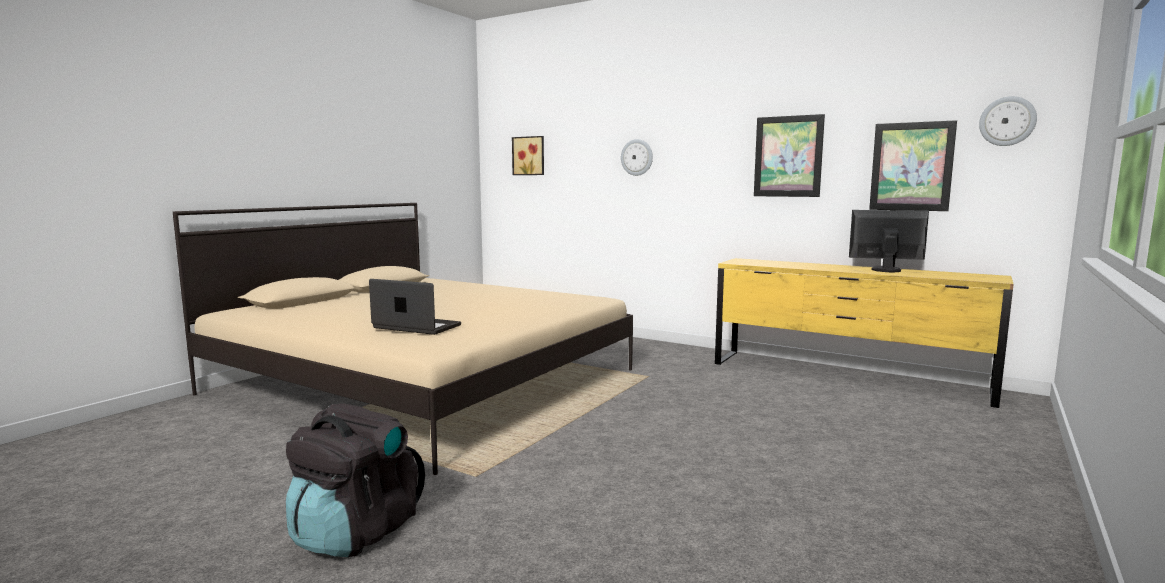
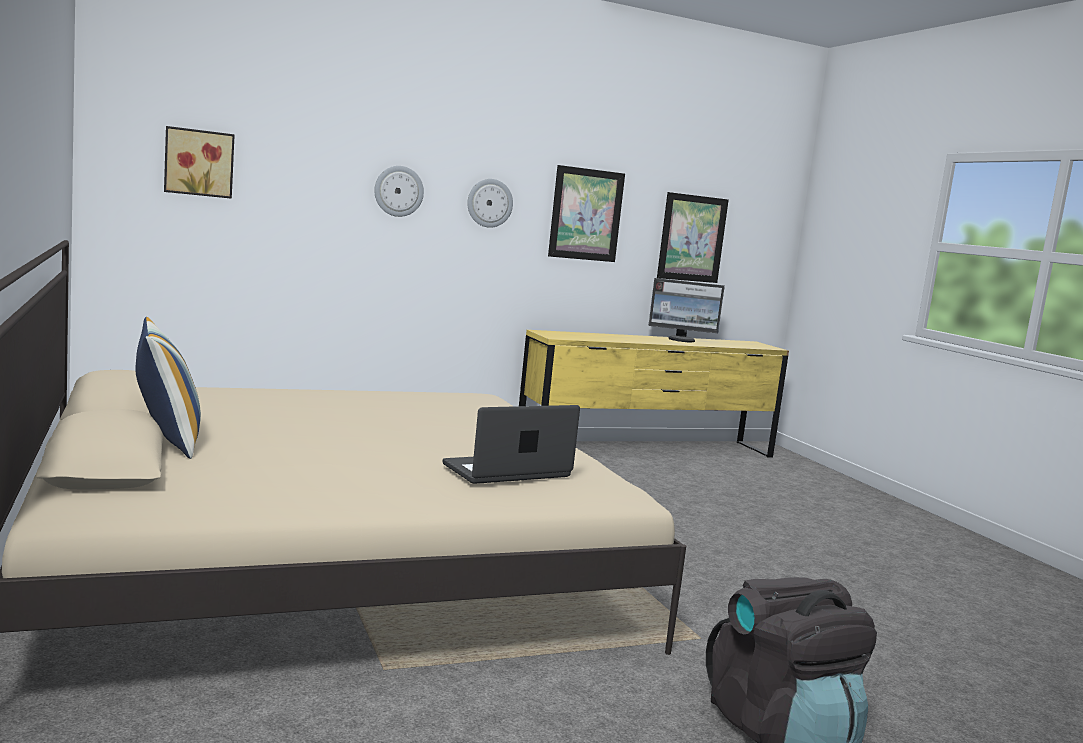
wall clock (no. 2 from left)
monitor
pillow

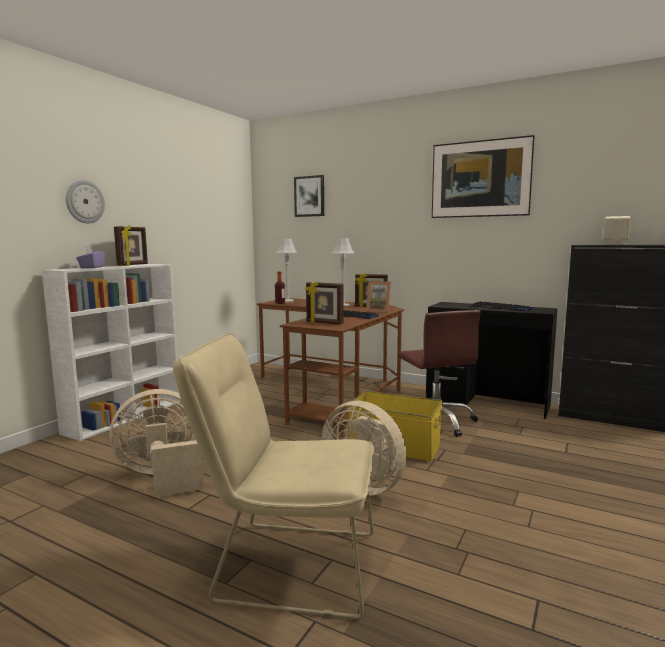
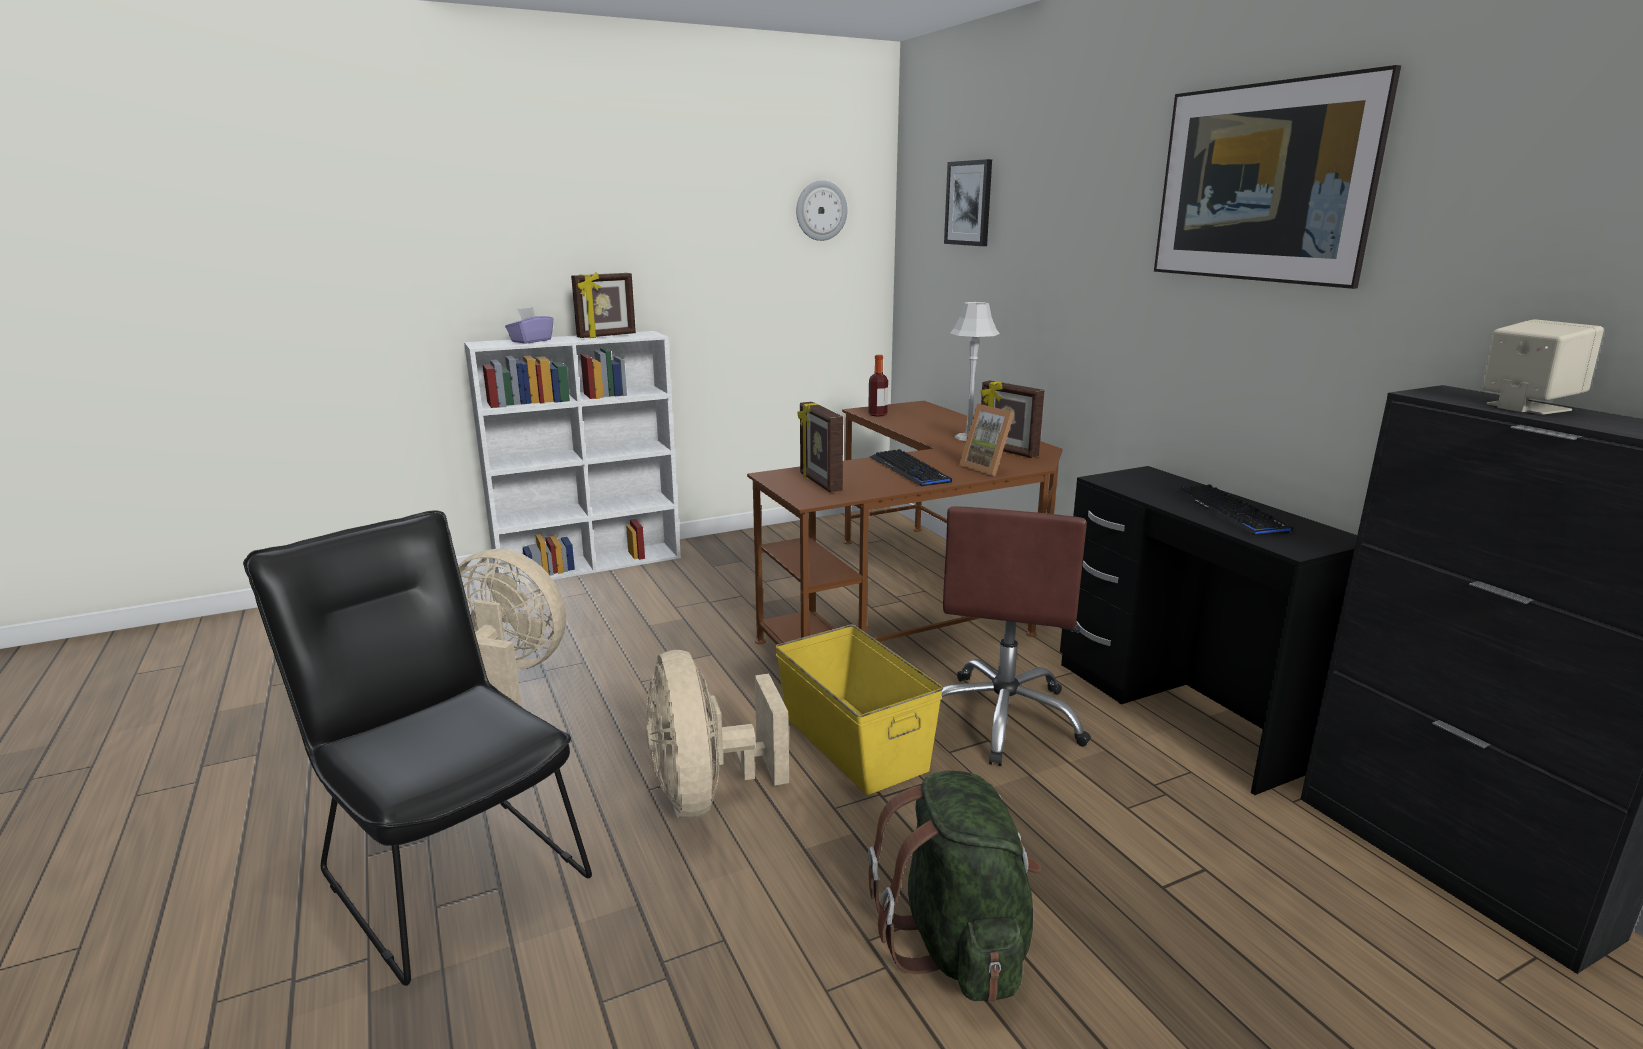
wall clock
table lamp (grey) (no. 1 from left in the first image)
chair (black)
backpack (green)

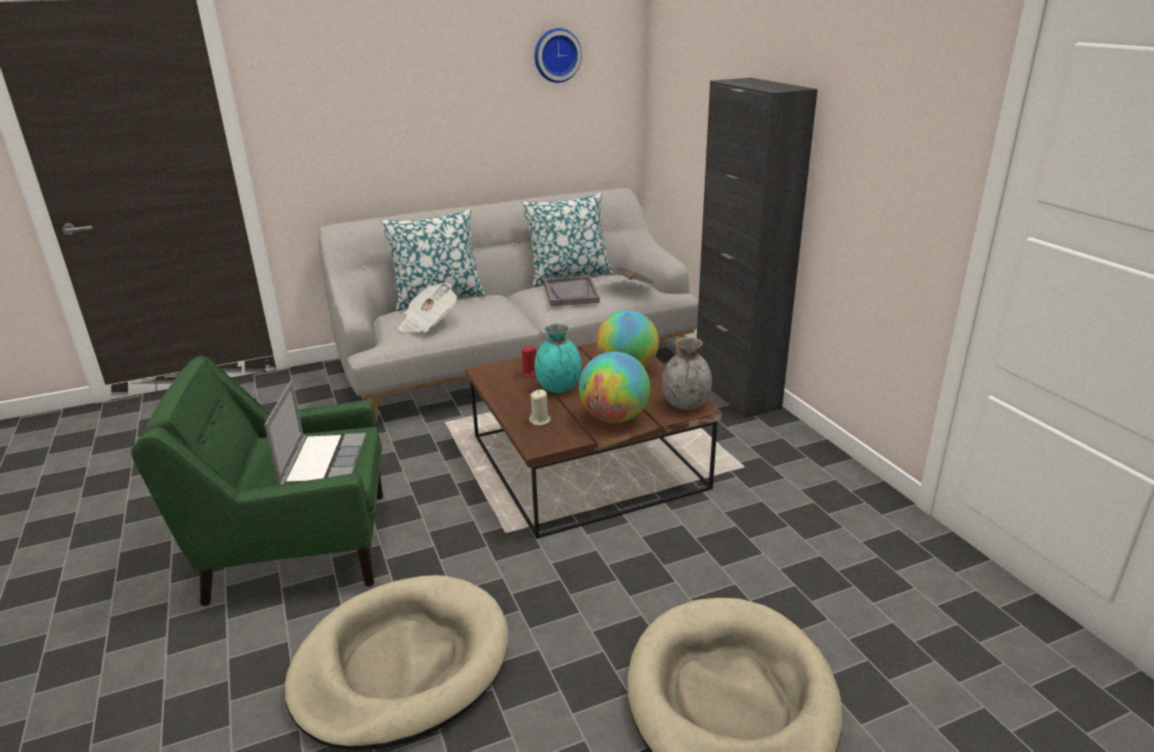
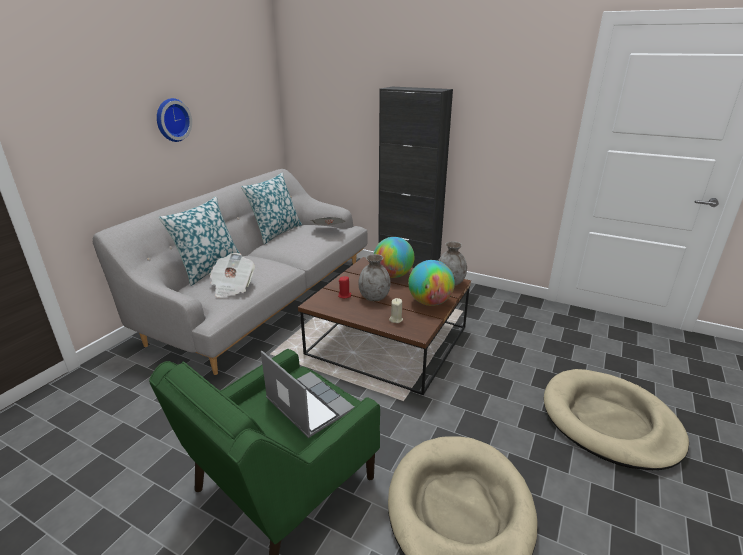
wall clock
tray (grey)
vase (grey) (no. 1 from left)

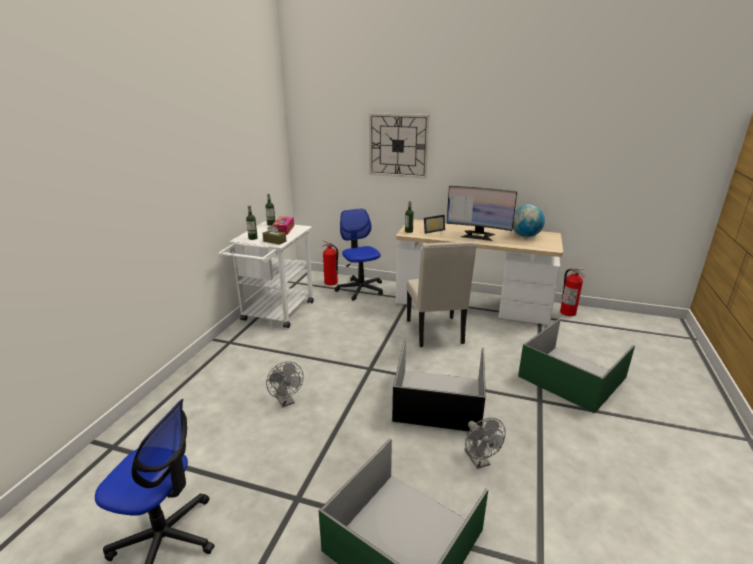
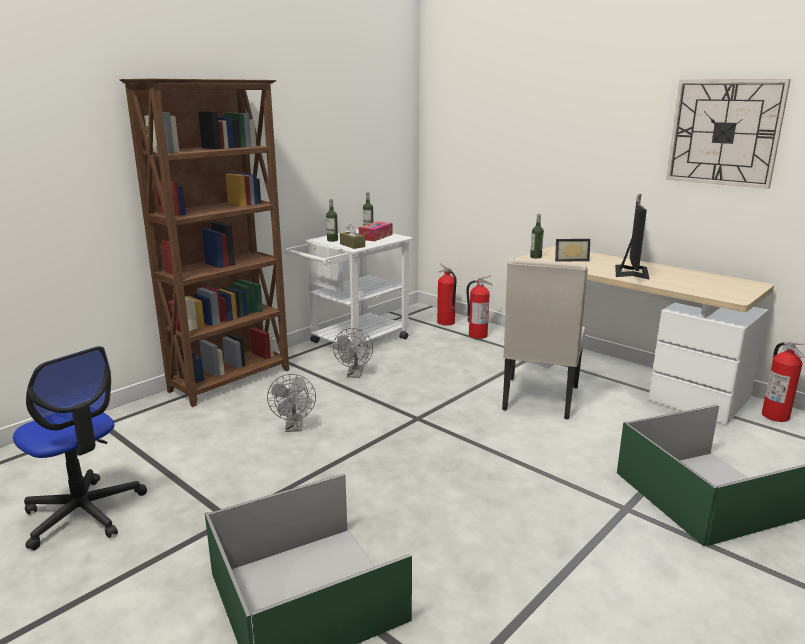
wall clock
monitor
globe
fire extinguisher (no. 2 from left)
storage box (black)
fan (grey) (no. 2 from left)
bookcase (brown)

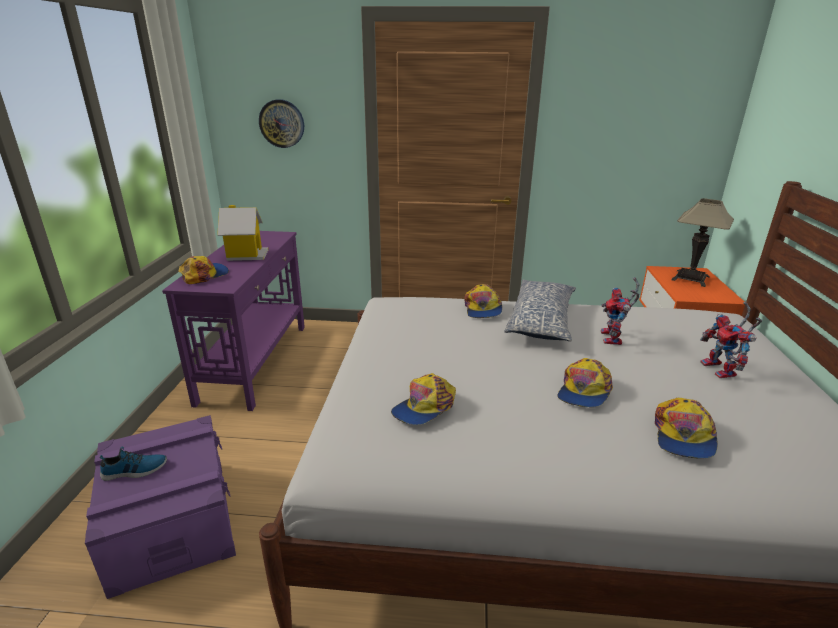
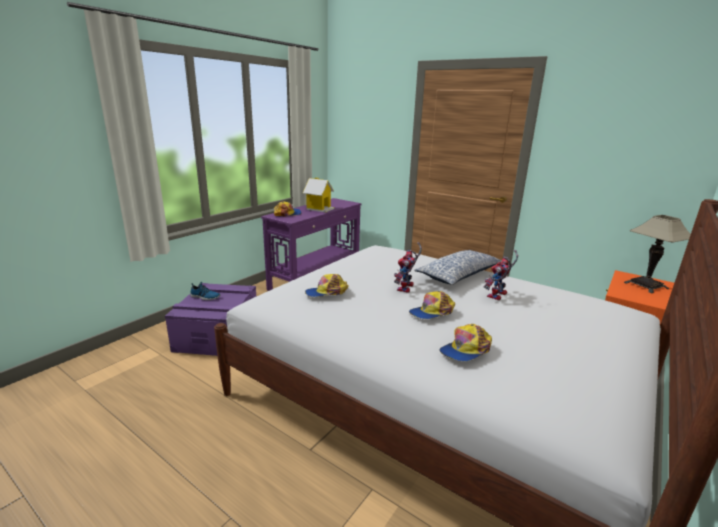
wall clock
cap (no. 3 from left in the first image)
toy robot (no. 1 from left)

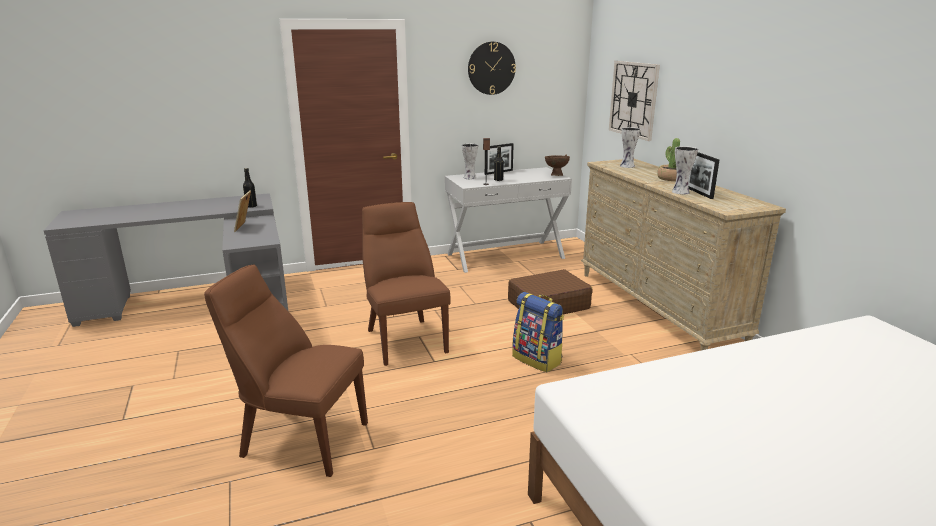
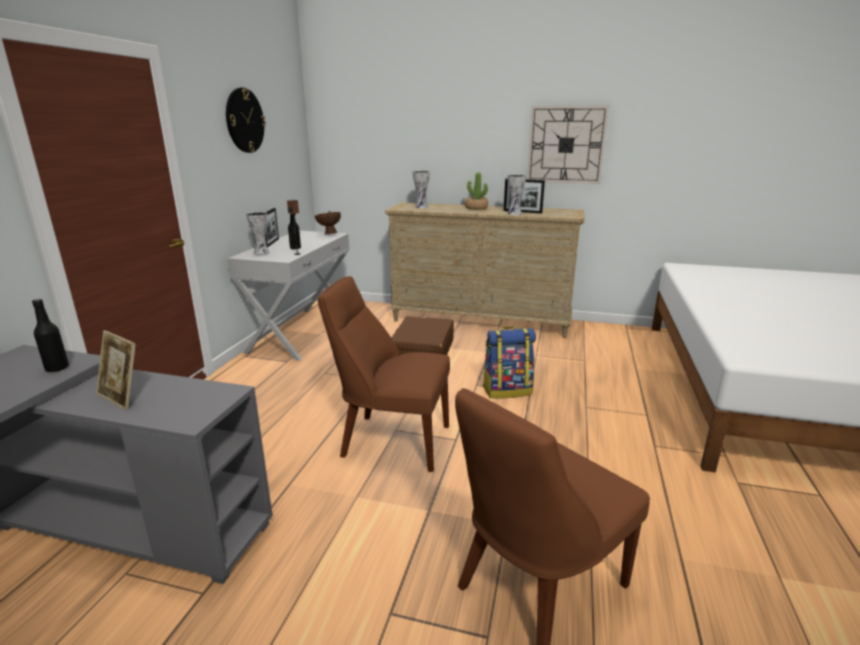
wall clock (no. 2 from left)

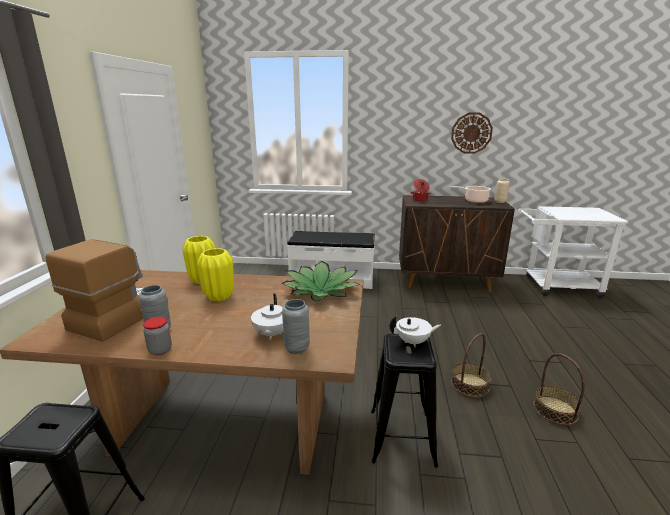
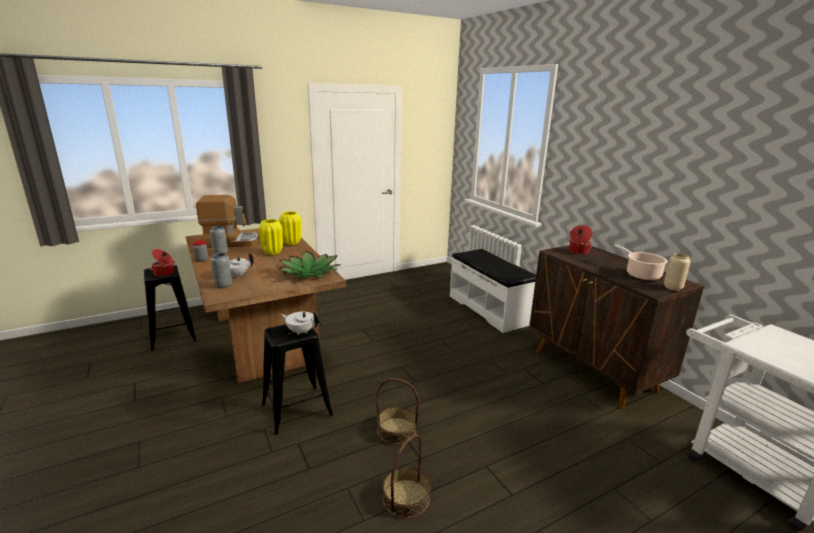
wall clock
teapot (white) (no. 2 from left)
cooking pot (no. 1 from left)

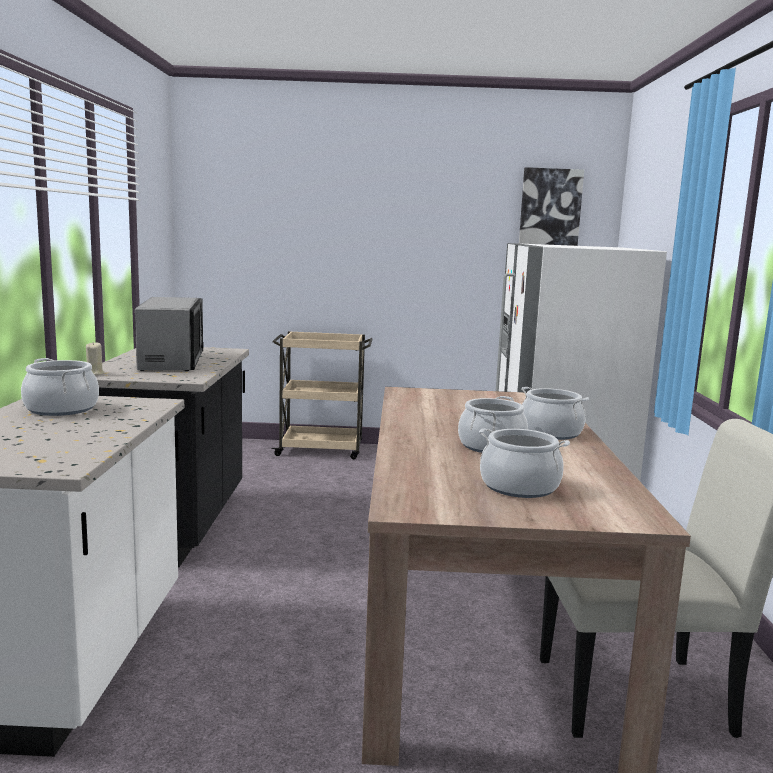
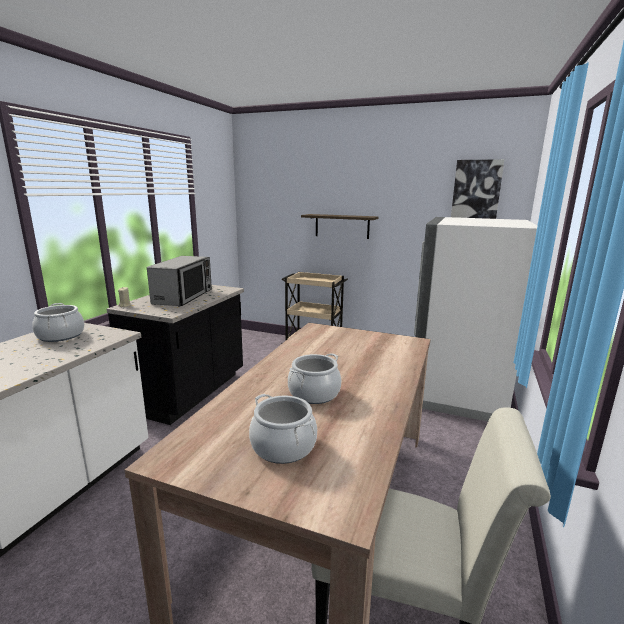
cooking pot (no. 4 from left in the first image)
shelf

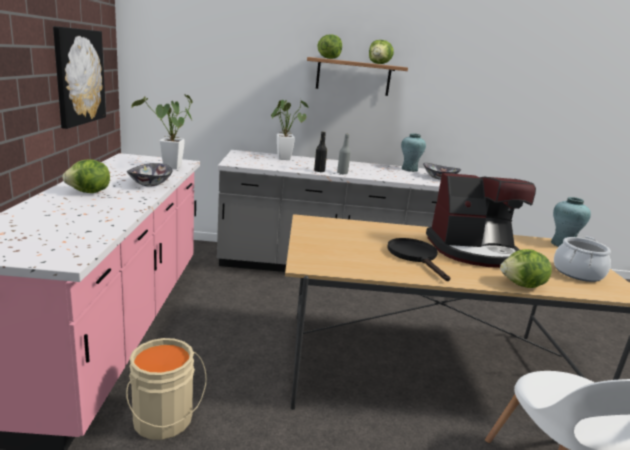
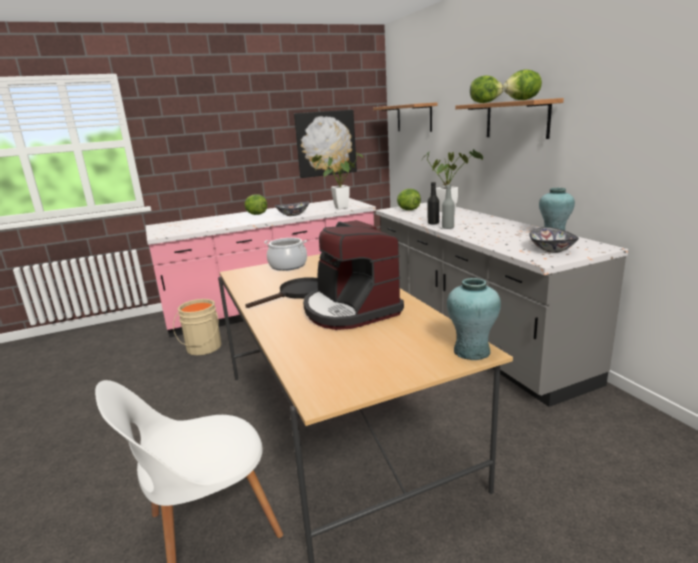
cooking pot
lettuce (no. 2 from left)
shelf (no. 1 from left)

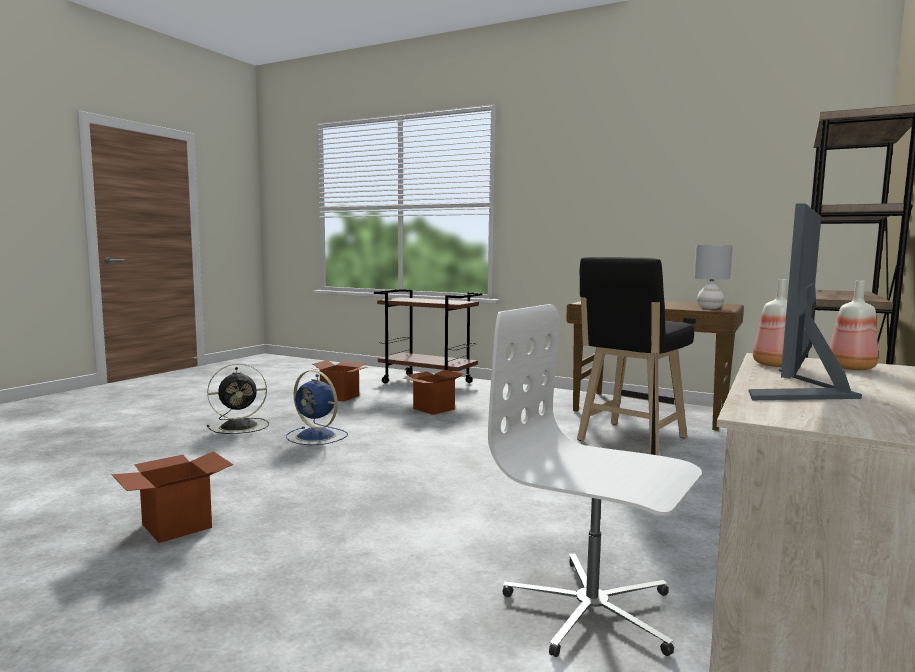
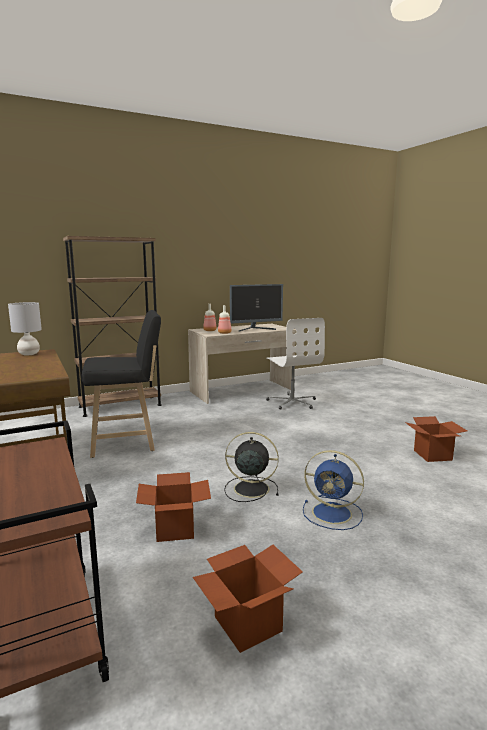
fan (black)
fan (blue)

